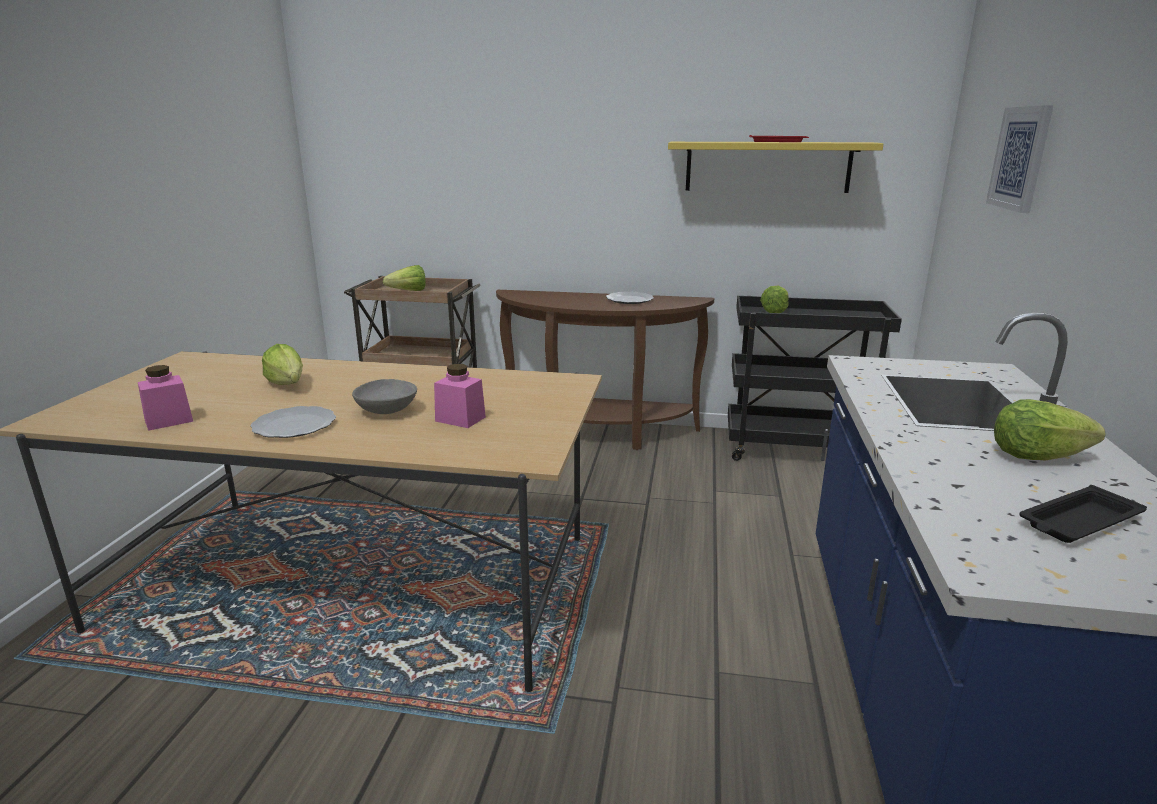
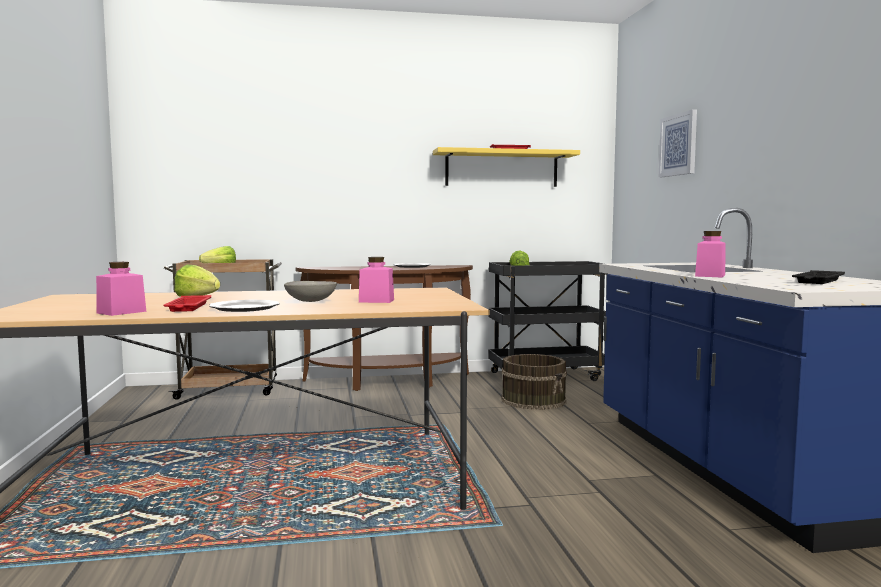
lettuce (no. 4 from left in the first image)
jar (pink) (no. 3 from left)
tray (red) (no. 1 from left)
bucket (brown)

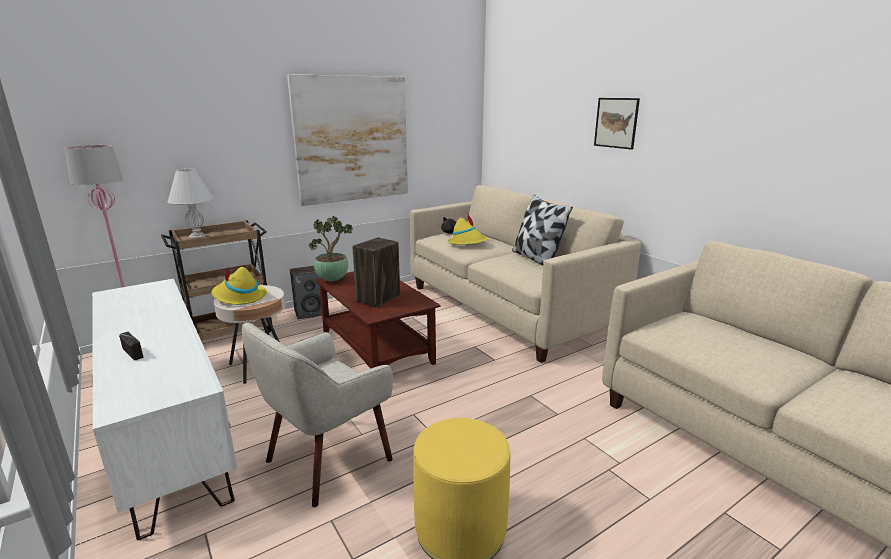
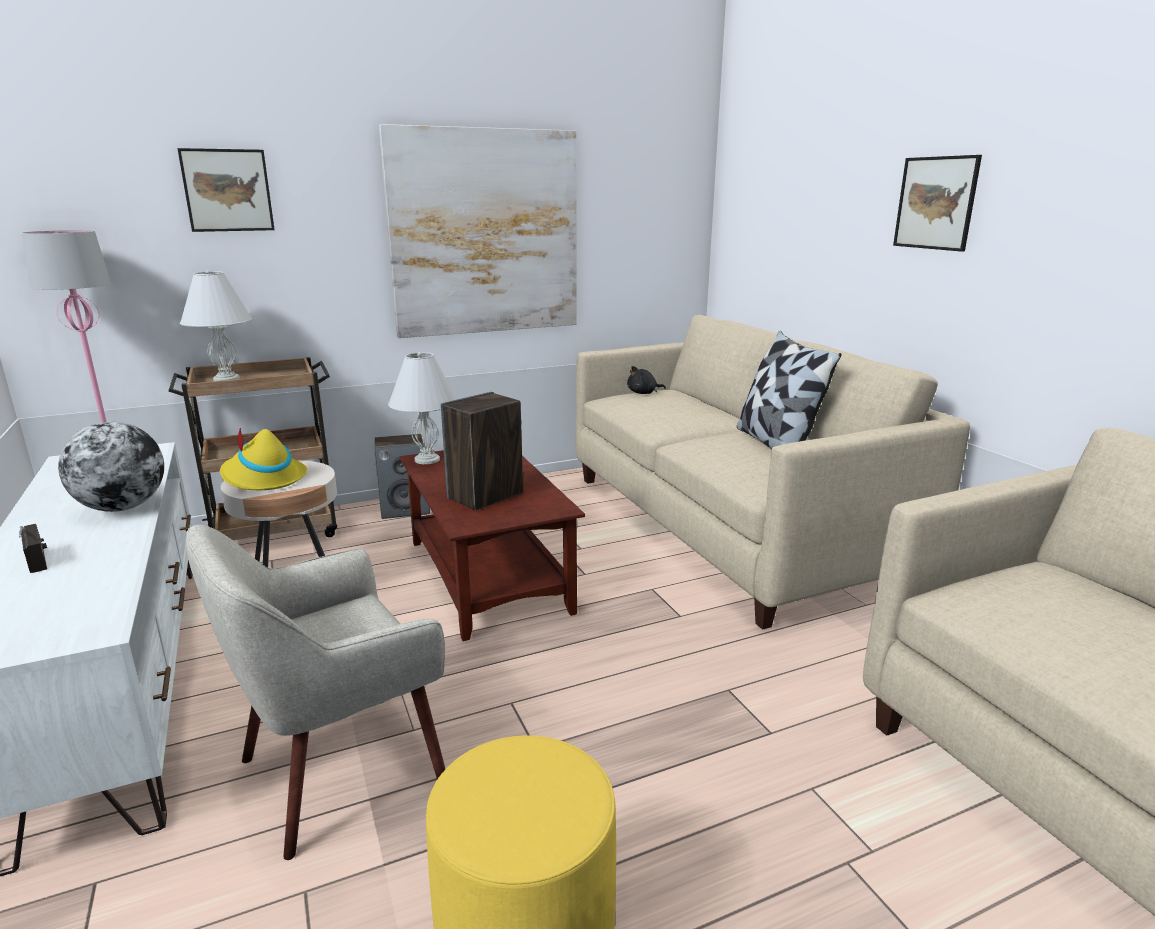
hat (yellow) (no. 2 from left in the first image)
table lamp (white) (no. 2 from left)
picture (no. 1 from left)
globe

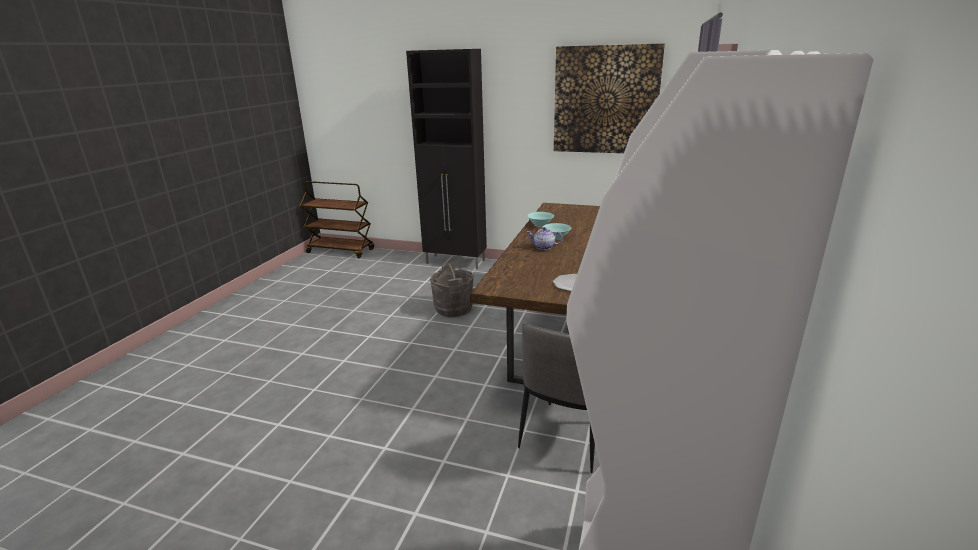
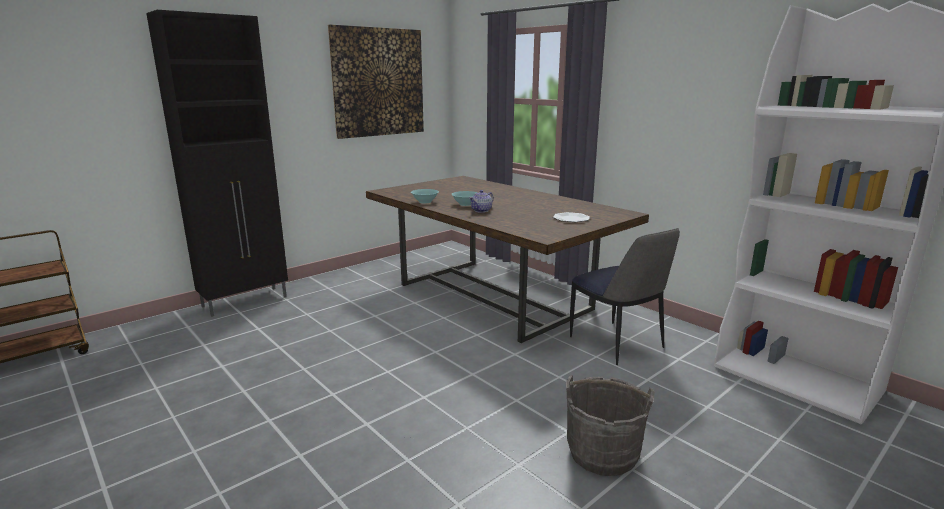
bucket (grey)

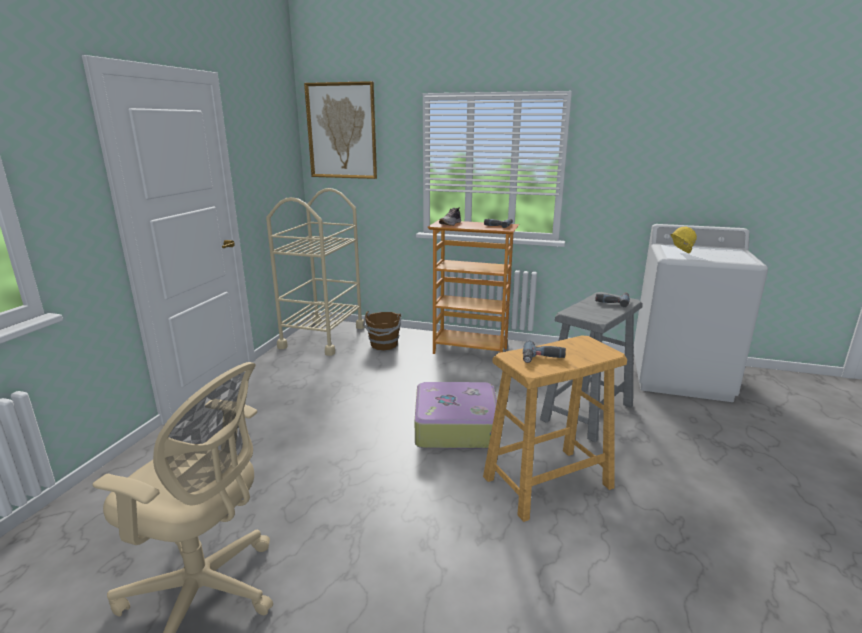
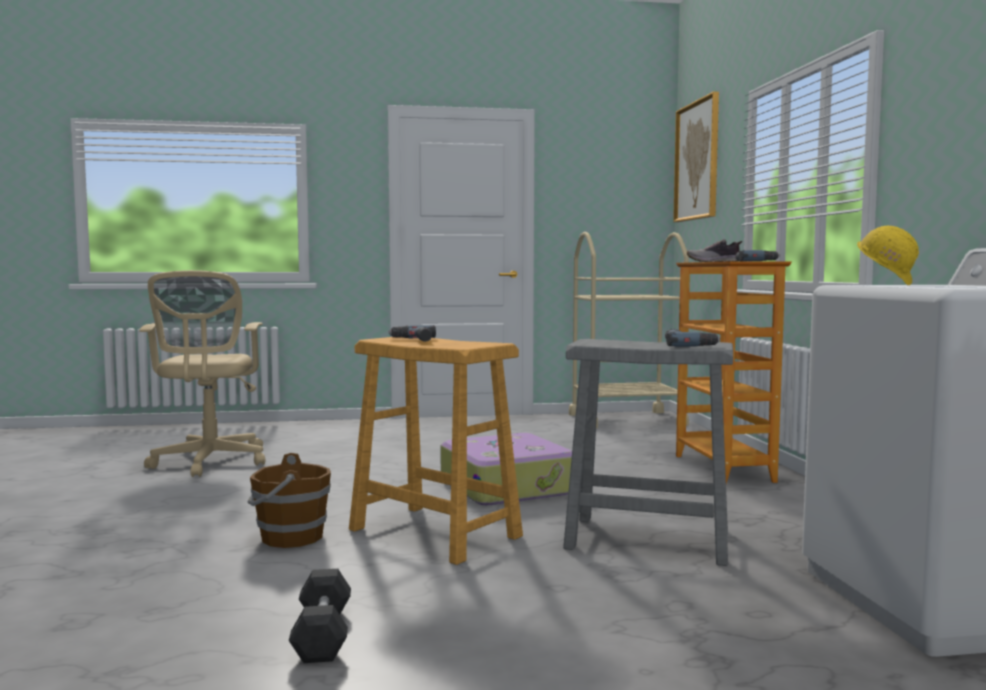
bucket (brown)
dumbbell (grey)

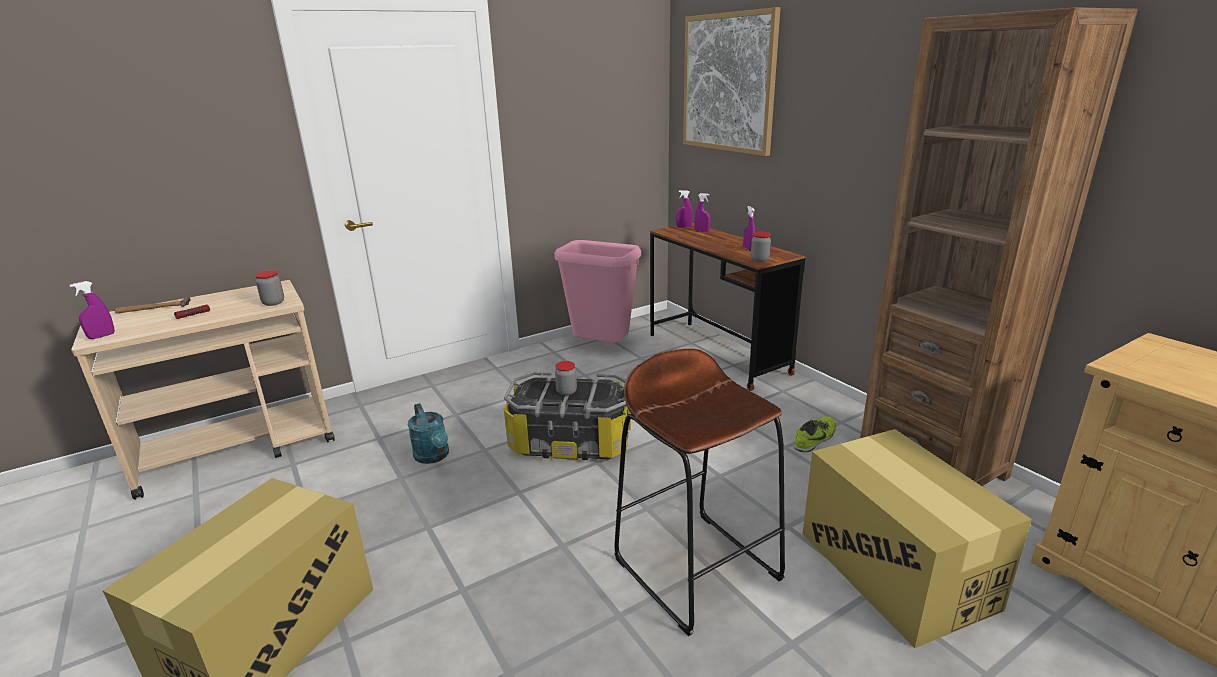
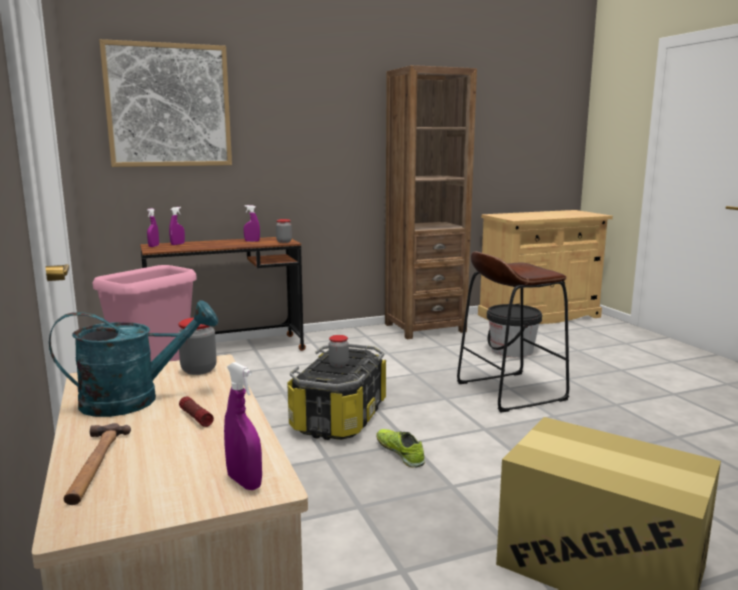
watering can (turquoise)
shoe
bucket (black)

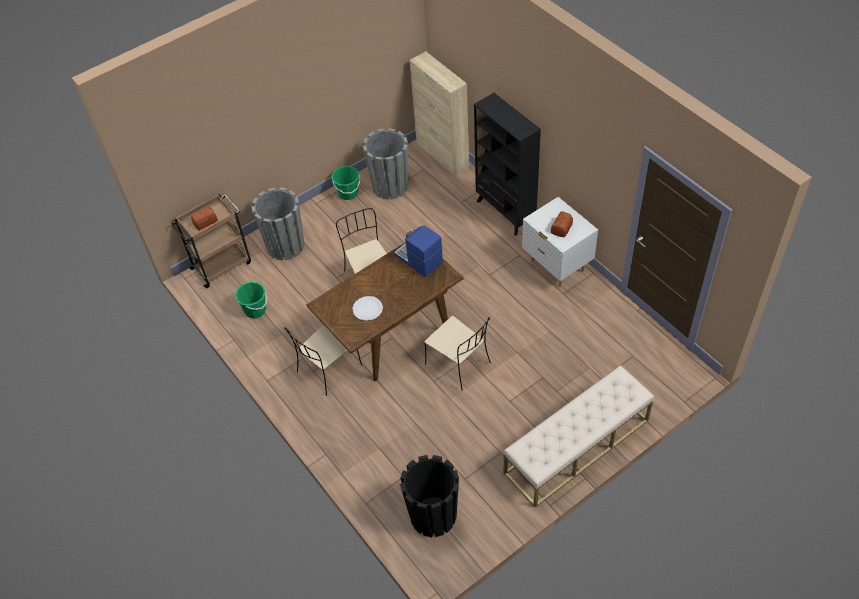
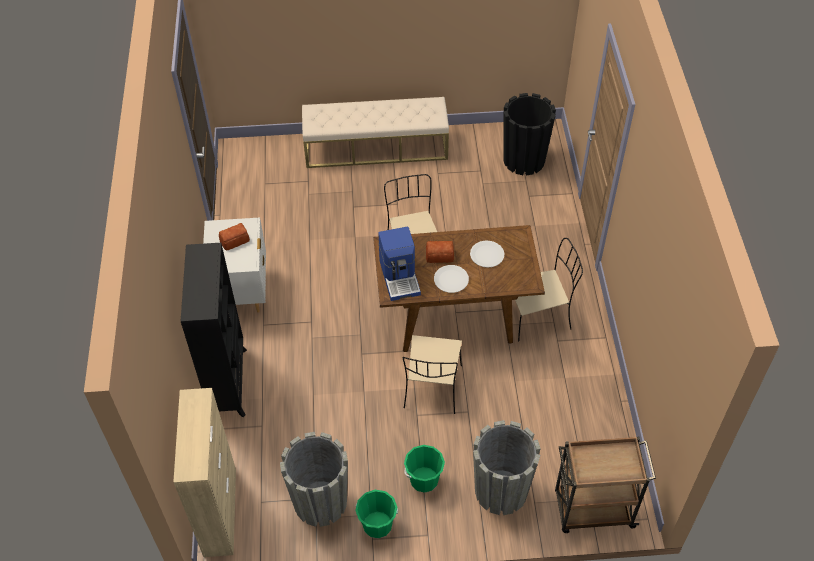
bread (no. 2 from left)
bucket (green) (no. 2 from left)
plate (white) (no. 1 from left)

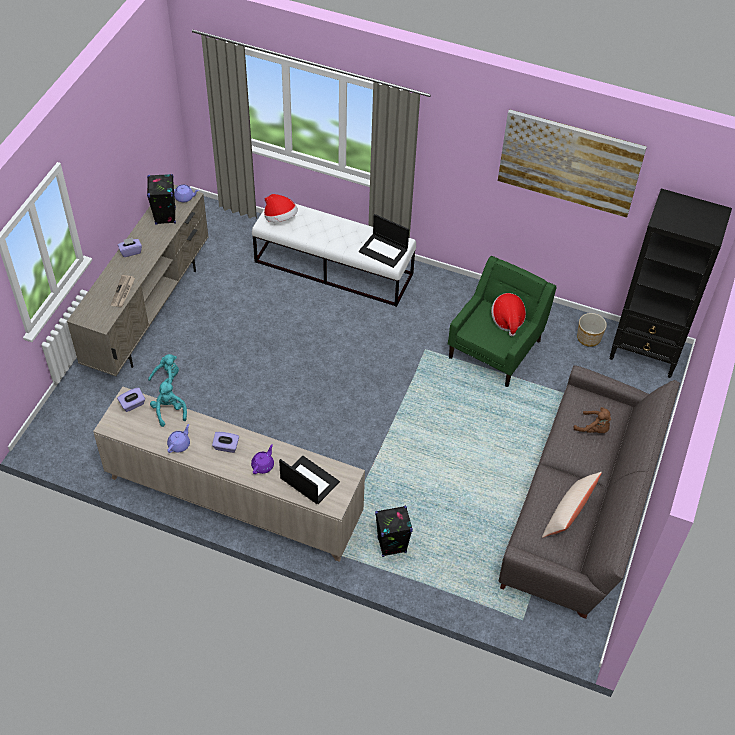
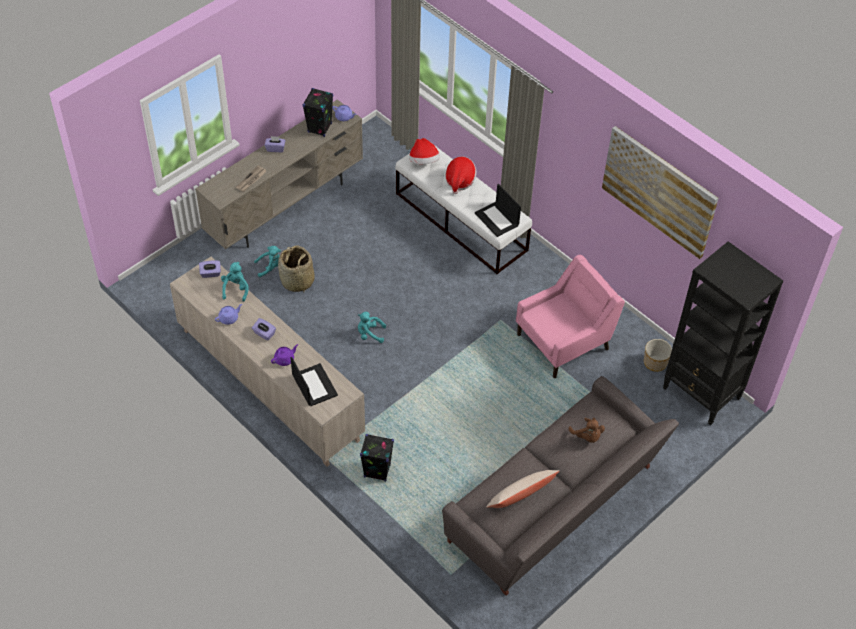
armchair (pink)
hat (no. 2 from left)
basket
plush toy (turquoise) (no. 3 from left)

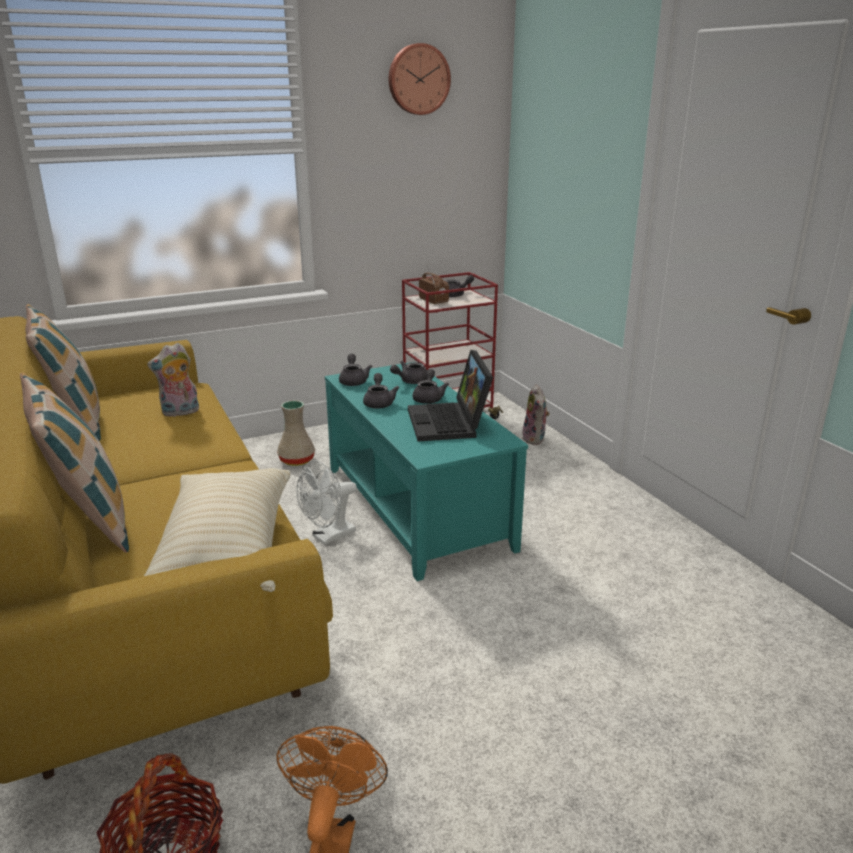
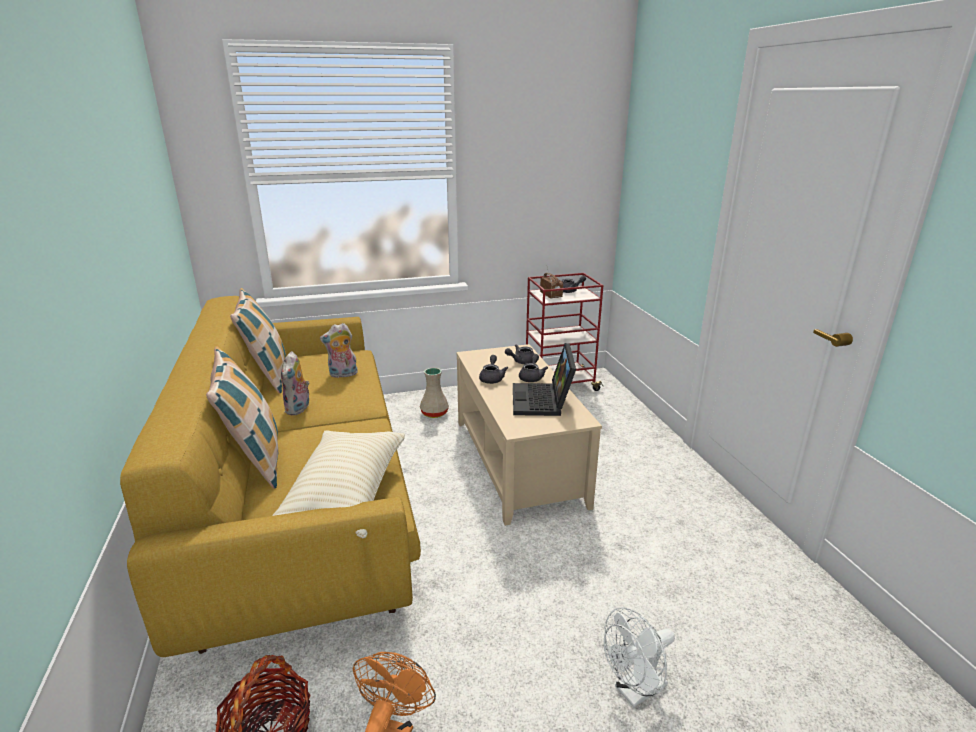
wall clock
teapot (grey) (no. 1 from left in the first image)
coffee table (beige)
plush toy (no. 1 from left)
fan (white)

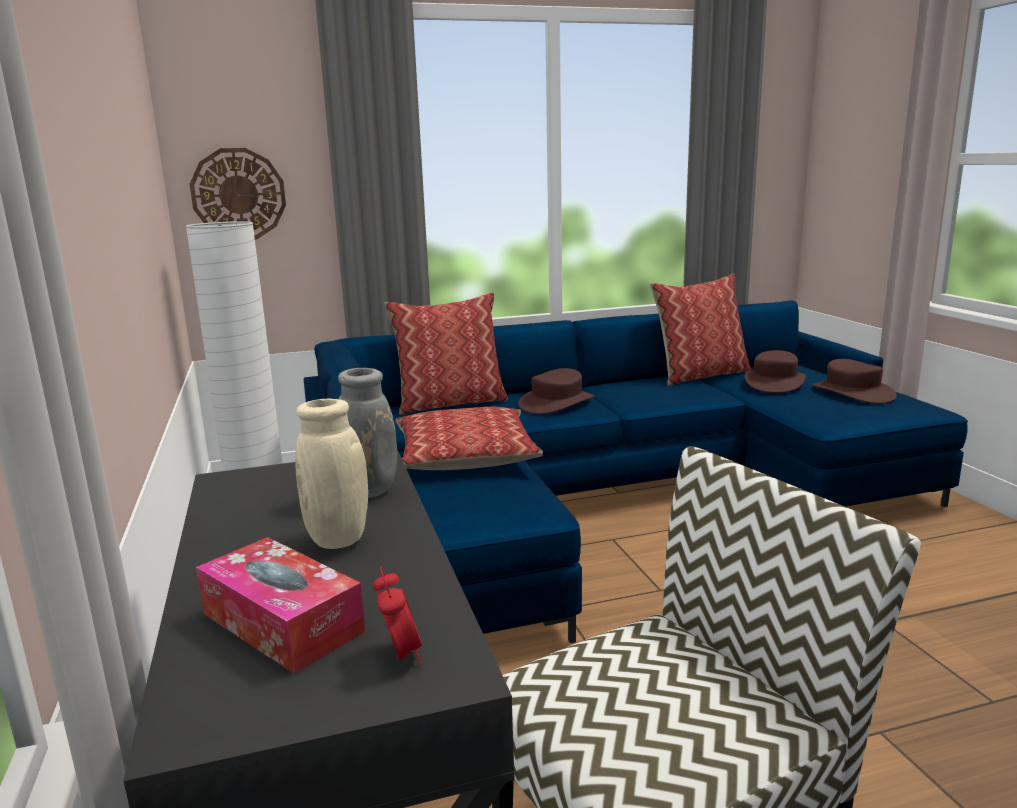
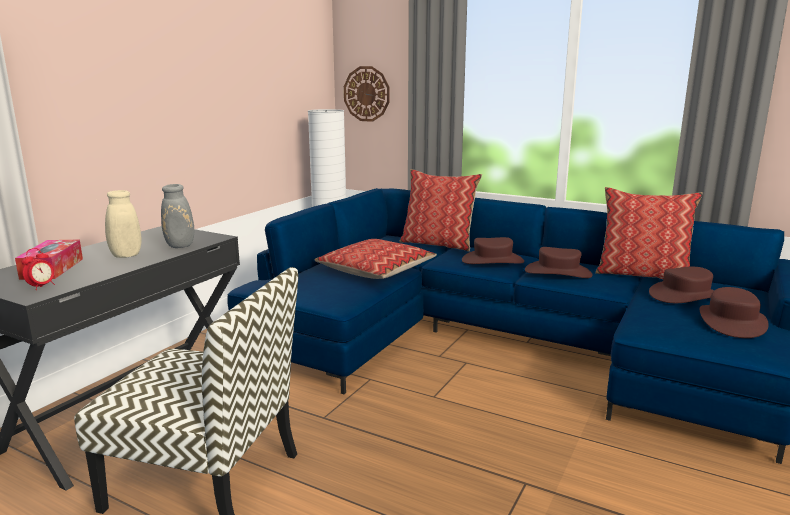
hat (brown) (no. 2 from left)

